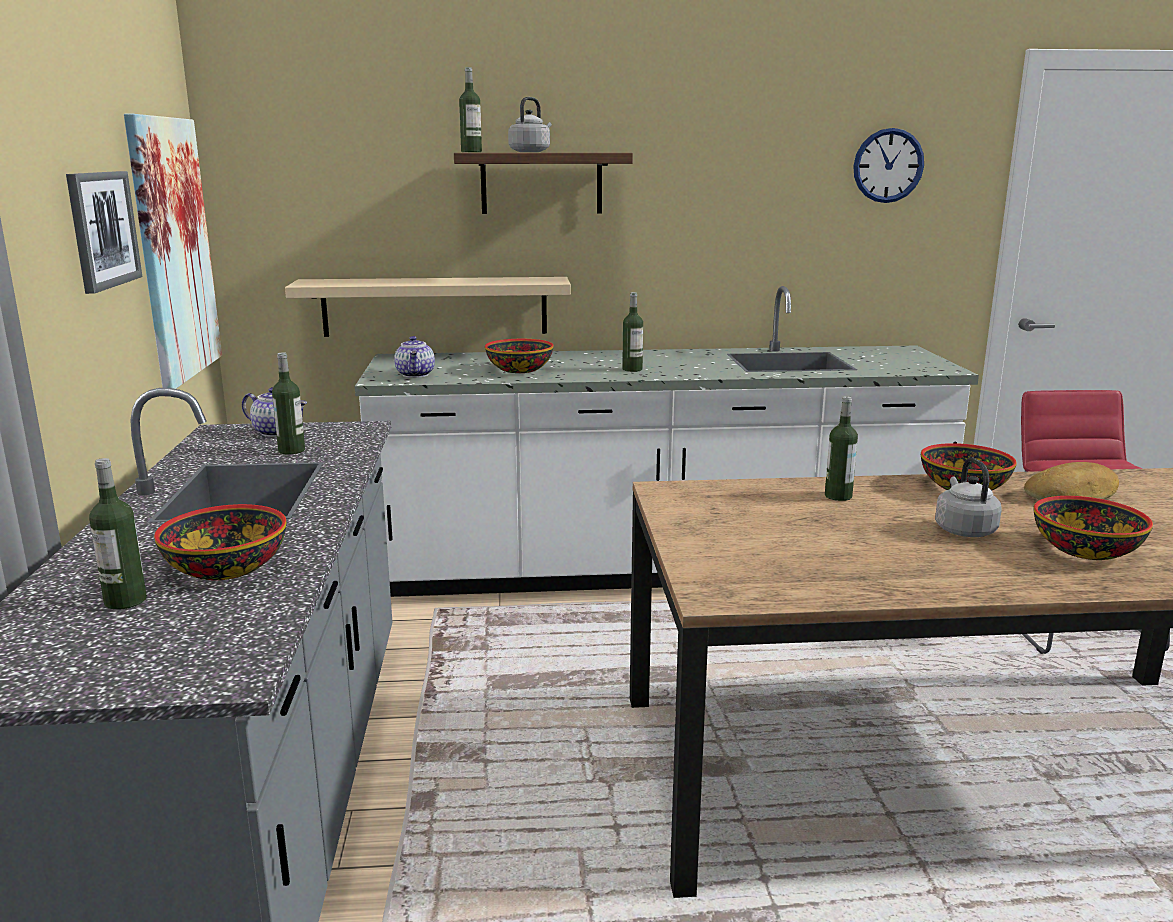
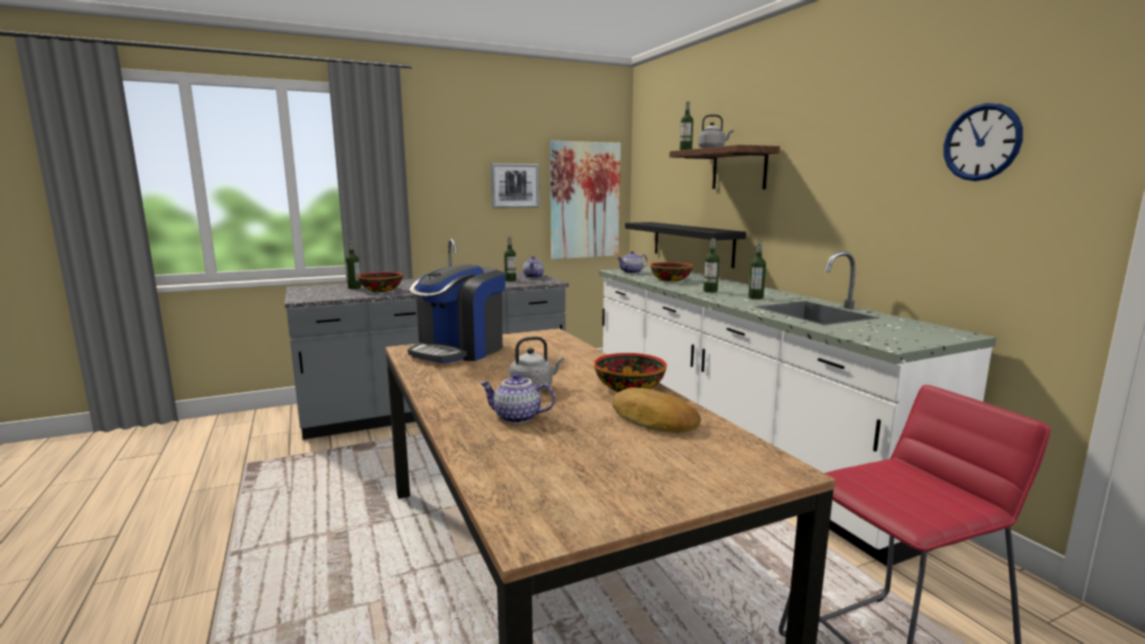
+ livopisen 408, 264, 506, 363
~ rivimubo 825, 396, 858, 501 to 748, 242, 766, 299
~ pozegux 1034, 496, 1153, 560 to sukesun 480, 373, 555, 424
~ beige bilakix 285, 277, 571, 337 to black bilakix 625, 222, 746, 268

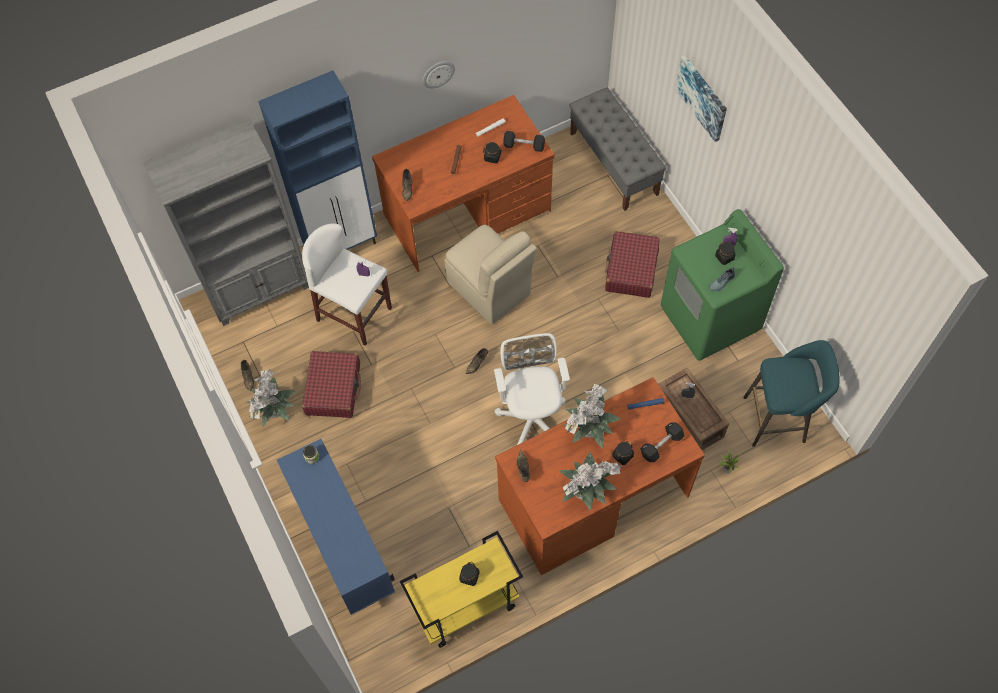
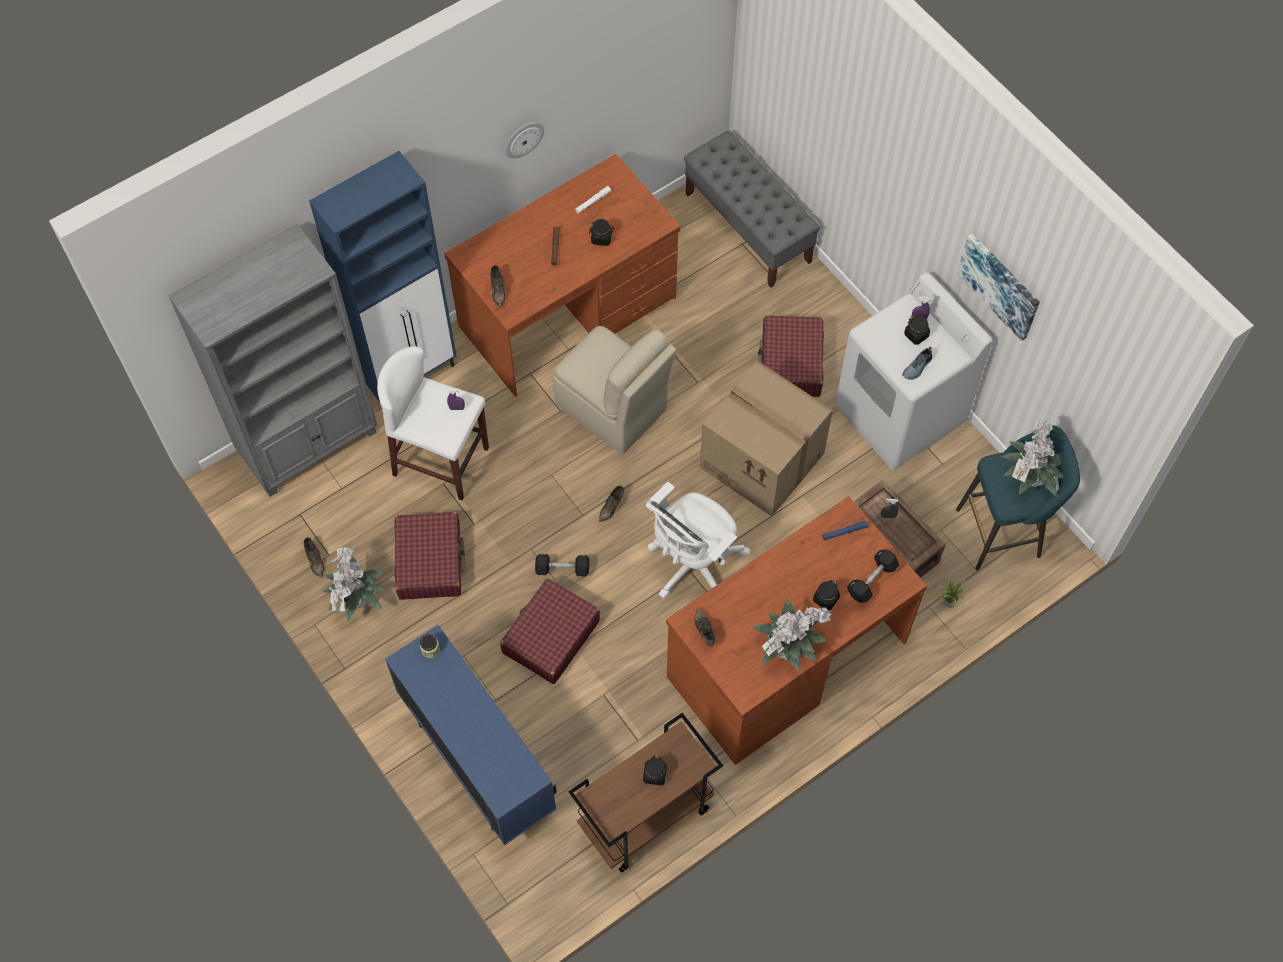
+ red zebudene 500, 578, 600, 684
+ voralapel 700, 361, 833, 516
~ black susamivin 503, 131, 545, 152 to 535, 554, 589, 577
~ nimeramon 563, 384, 621, 449 to 1002, 420, 1063, 496
~ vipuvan 675, 55, 727, 142 to 957, 234, 1040, 341
~ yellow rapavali 400, 531, 523, 648 to brown rapavali 569, 713, 723, 873
~ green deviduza 661, 209, 784, 361 to white deviduza 835, 272, 993, 470
~ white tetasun 494, 333, 570, 445 = 646, 482, 750, 599 120 degrees counterclockwise

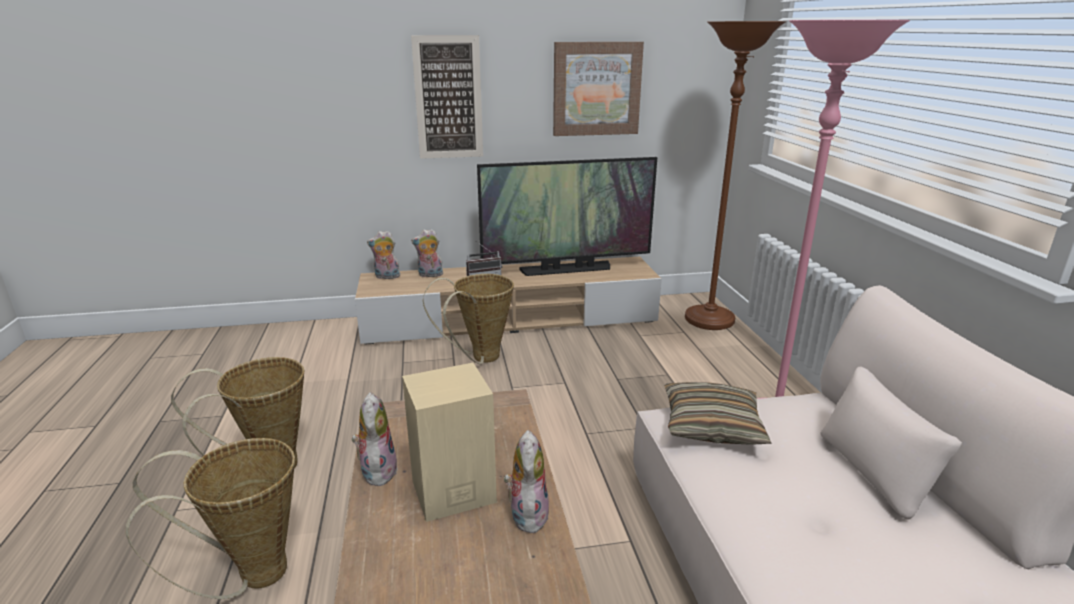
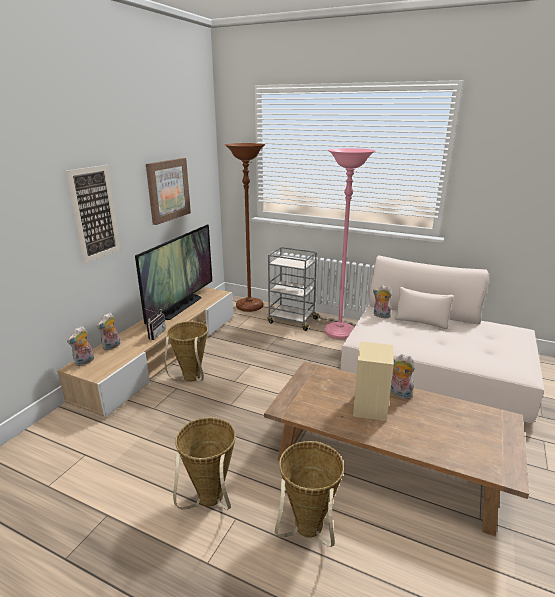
- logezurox 665, 382, 772, 445
+ grey rapavali 267, 247, 320, 331
~ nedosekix 352, 392, 398, 486 to 373, 285, 392, 318

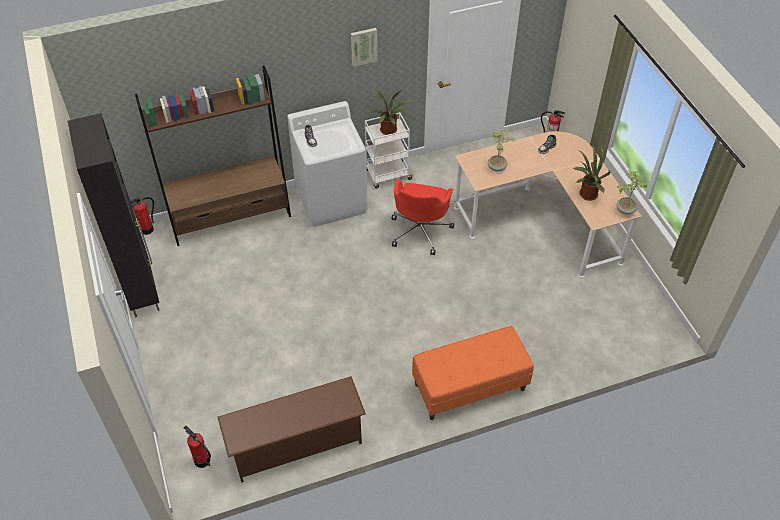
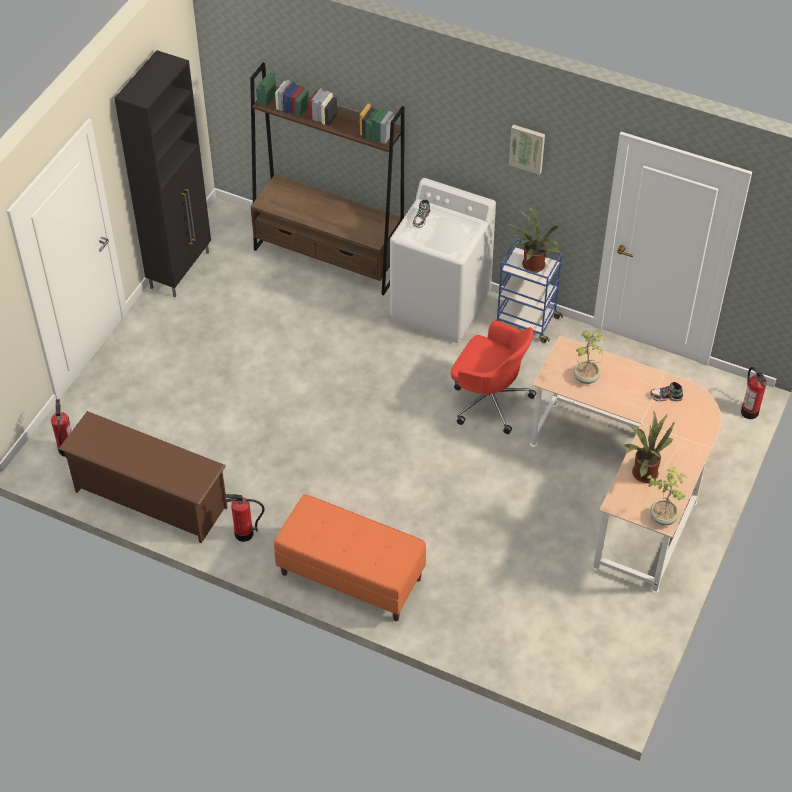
~ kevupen 130, 197, 154, 235 to 225, 494, 265, 542
~ white rapavali 365, 112, 414, 189 to blue rapavali 495, 238, 563, 343
~ red tetasun 391, 179, 454, 255 = 451, 321, 536, 434 120 degrees counterclockwise

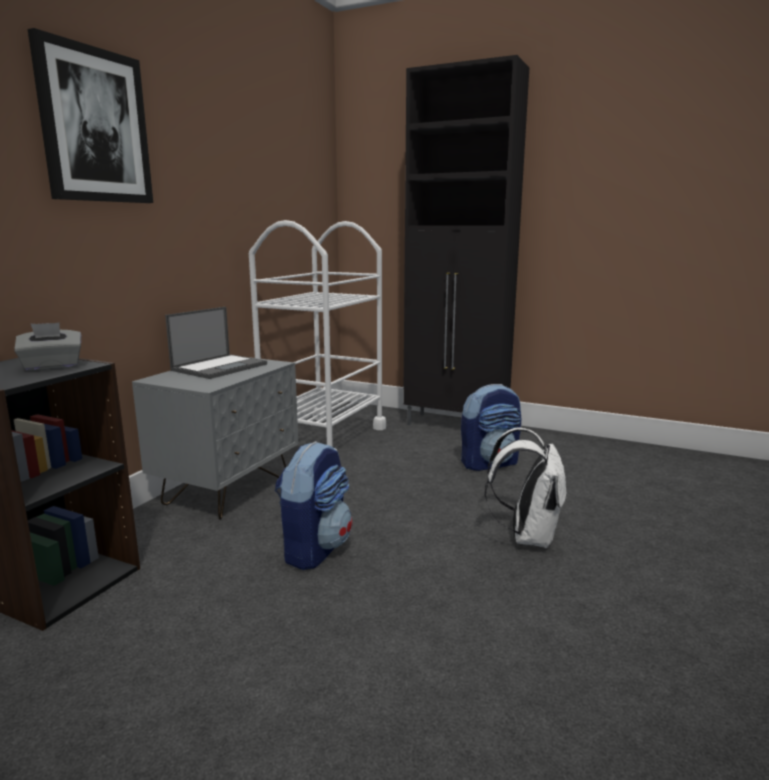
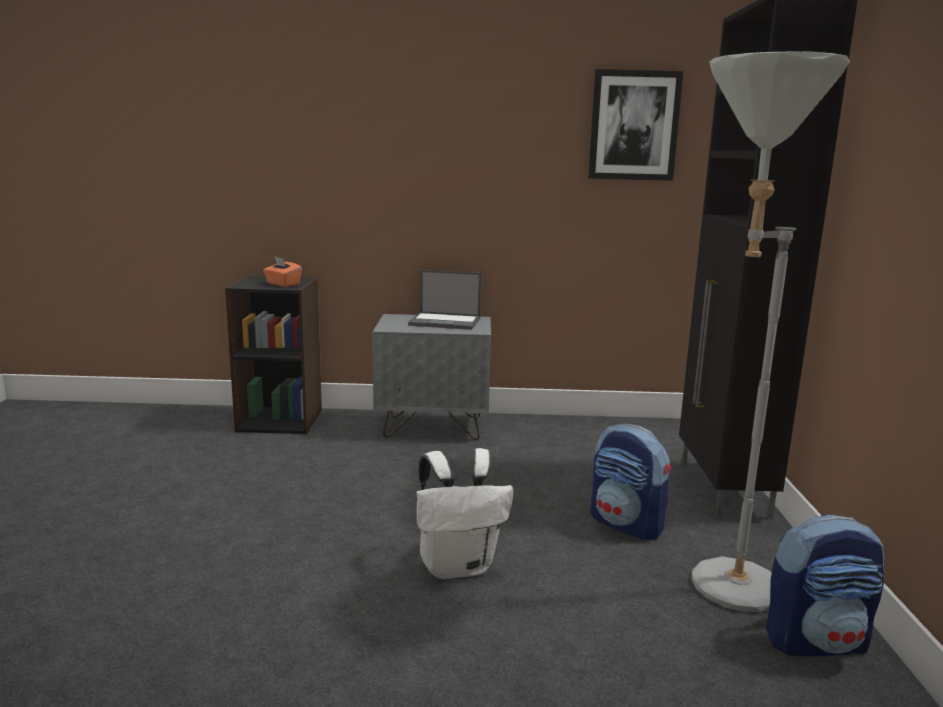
- white rapavali 249, 220, 386, 450
+ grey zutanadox 691, 51, 850, 612
~ vipuvan 28, 28, 153, 203 to 588, 69, 683, 181
~ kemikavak 275, 441, 352, 570 to 766, 514, 884, 656
~ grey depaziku 14, 323, 81, 371 to orange depaziku 263, 256, 302, 287

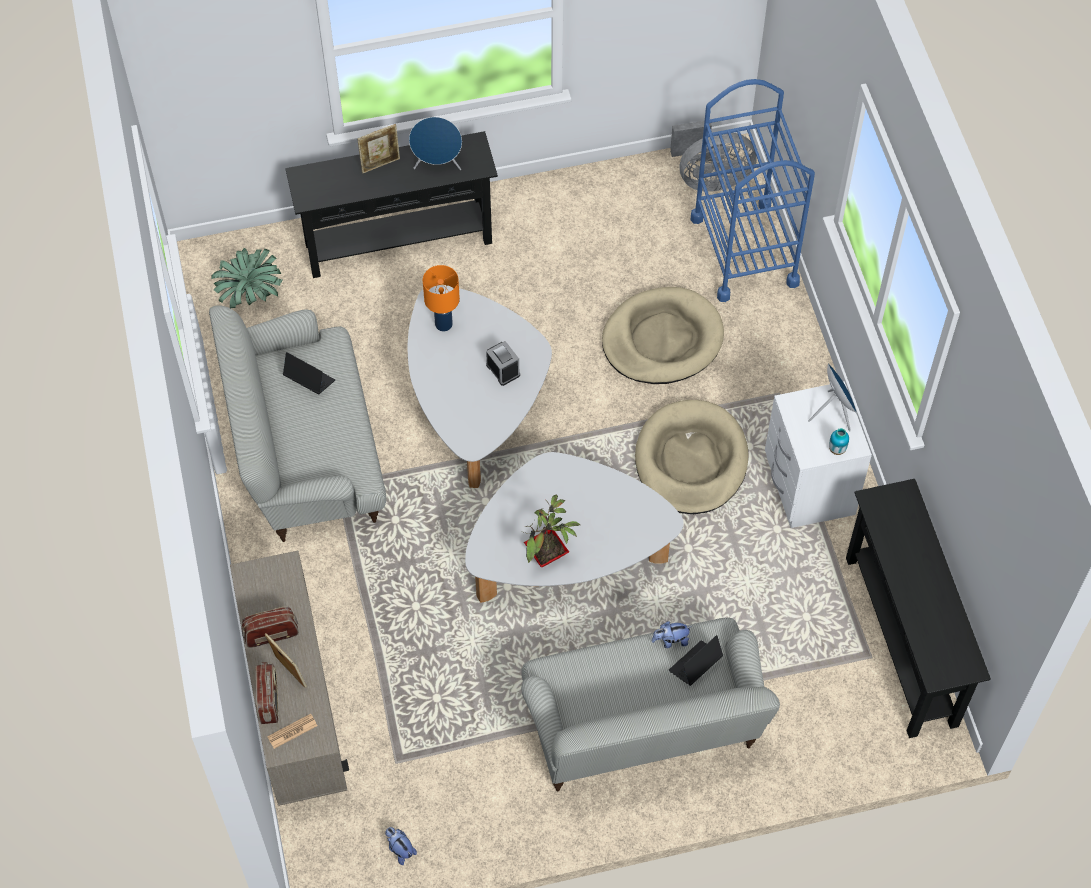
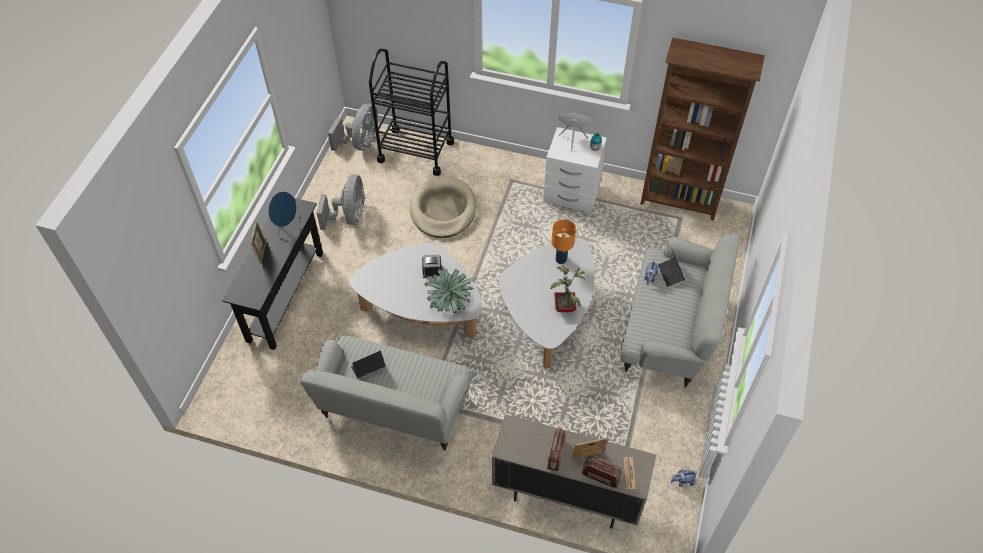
- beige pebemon 635, 400, 749, 514
+ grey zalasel 317, 174, 365, 230
~ nimeramon 211, 248, 282, 308 to 424, 269, 477, 313
~ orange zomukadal 423, 265, 460, 331 to 551, 219, 576, 264
~ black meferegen 846, 479, 991, 738 to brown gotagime 640, 37, 765, 221
~ blue rapavali 691, 79, 815, 302 to black rapavali 369, 49, 454, 176

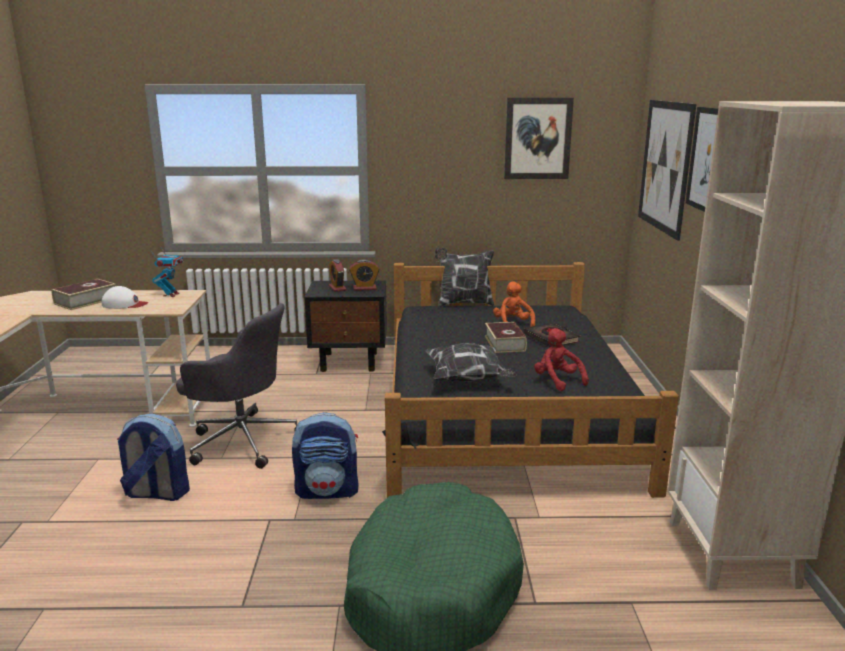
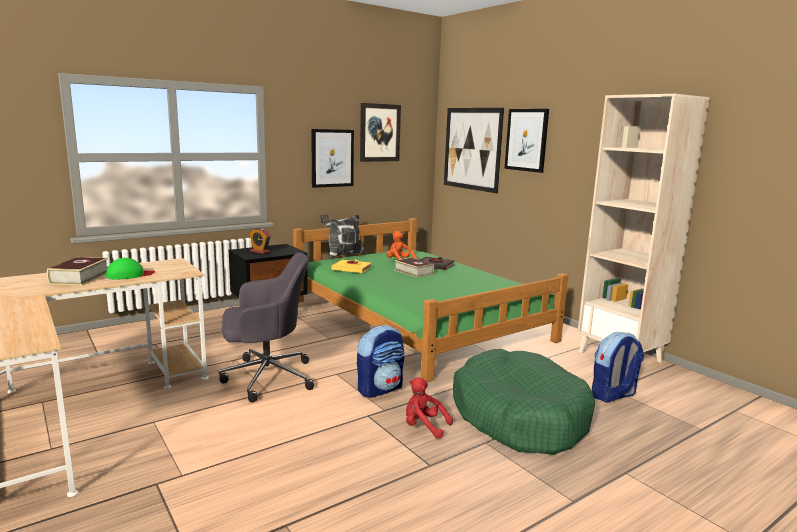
- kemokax 151, 246, 184, 297
- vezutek 349, 260, 380, 291
- logezurox 425, 343, 517, 382
+ vipuvan 311, 129, 354, 188
+ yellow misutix 332, 260, 372, 273
~ kemikavak 117, 414, 190, 501 to 592, 332, 644, 403
~ red nedosekix 534, 328, 589, 391 to 406, 377, 453, 438
~ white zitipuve 102, 286, 148, 309 to green zitipuve 106, 258, 155, 280
~ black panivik 382, 262, 679, 498 to green panivik 293, 218, 568, 382

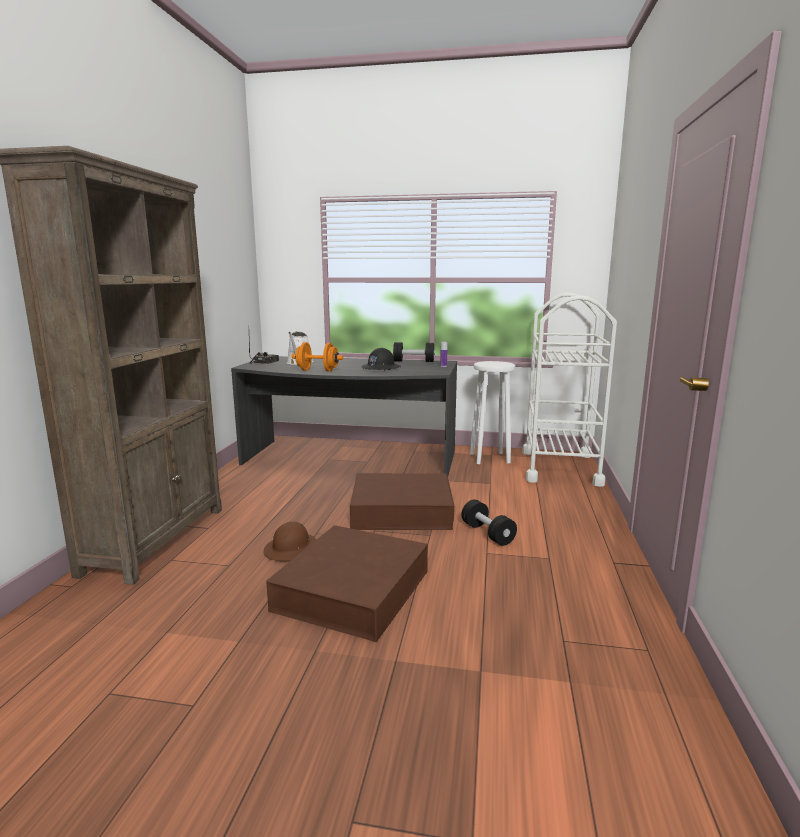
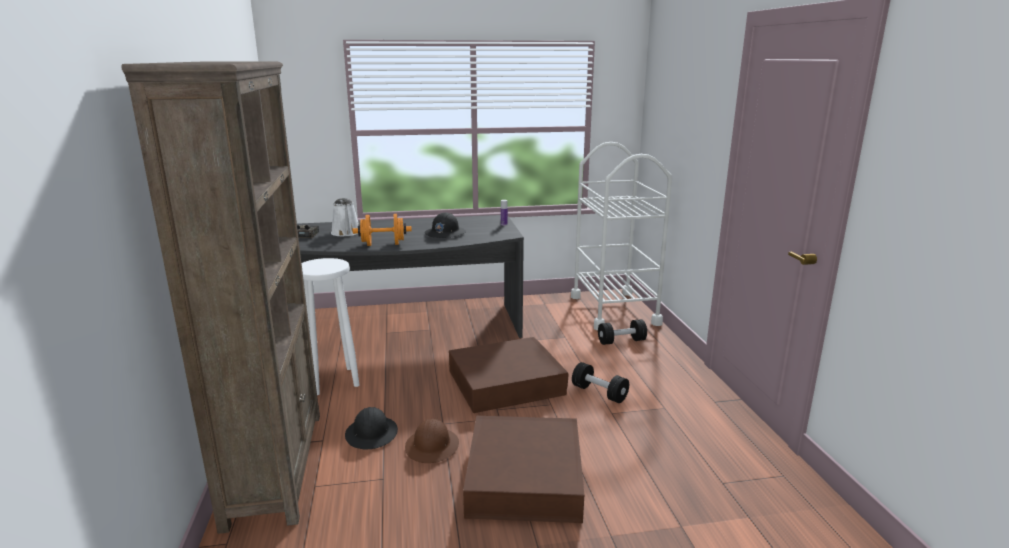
+ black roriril 345, 407, 398, 450
~ black susamivin 393, 342, 435, 362 to 598, 319, 647, 345
~ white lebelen 470, 361, 515, 464 to 302, 258, 359, 395

